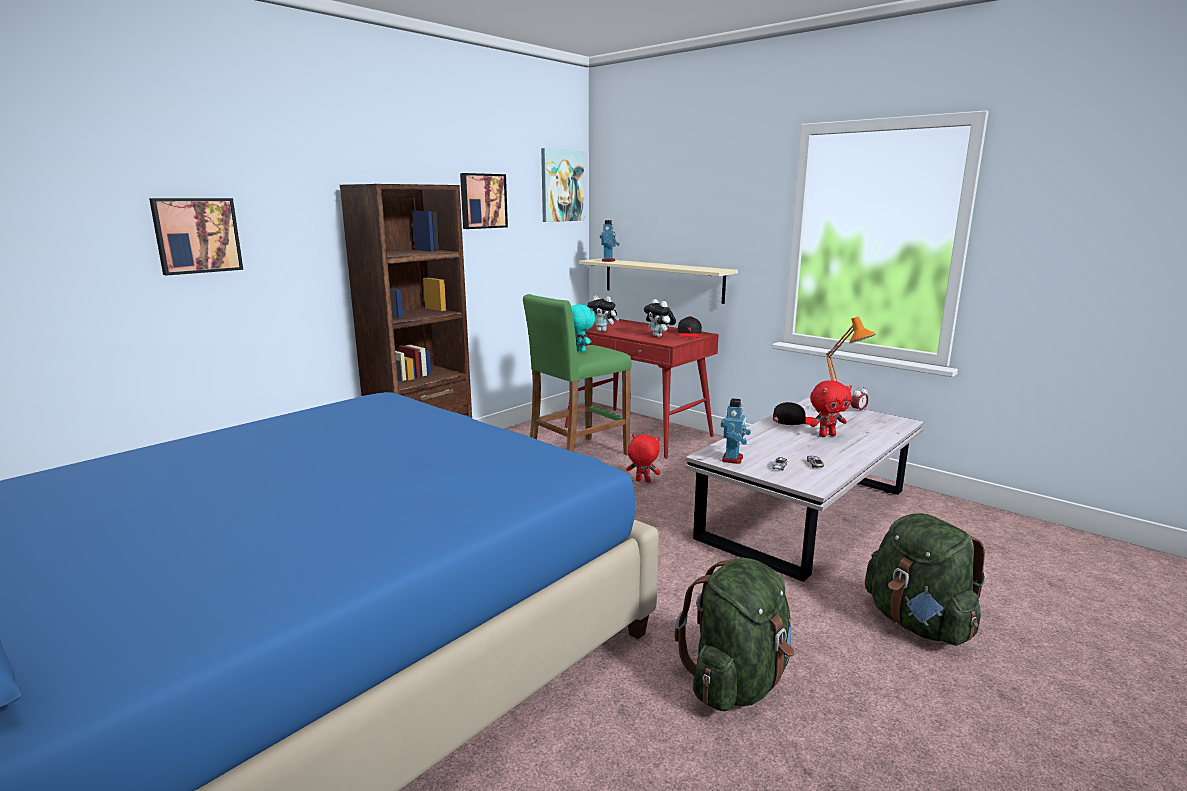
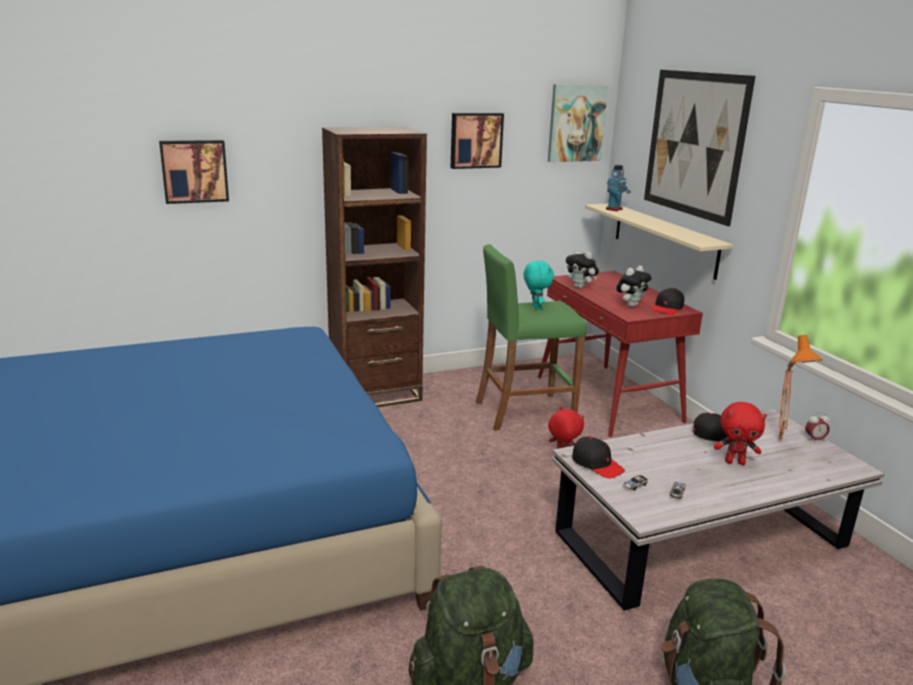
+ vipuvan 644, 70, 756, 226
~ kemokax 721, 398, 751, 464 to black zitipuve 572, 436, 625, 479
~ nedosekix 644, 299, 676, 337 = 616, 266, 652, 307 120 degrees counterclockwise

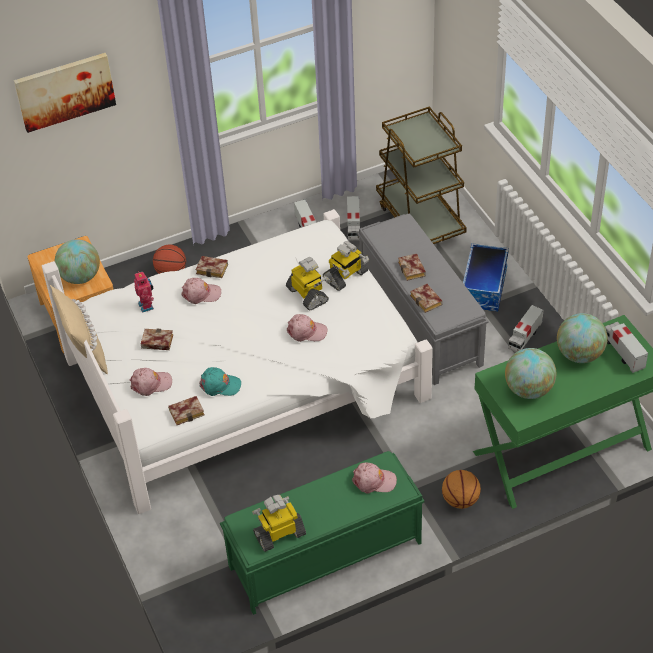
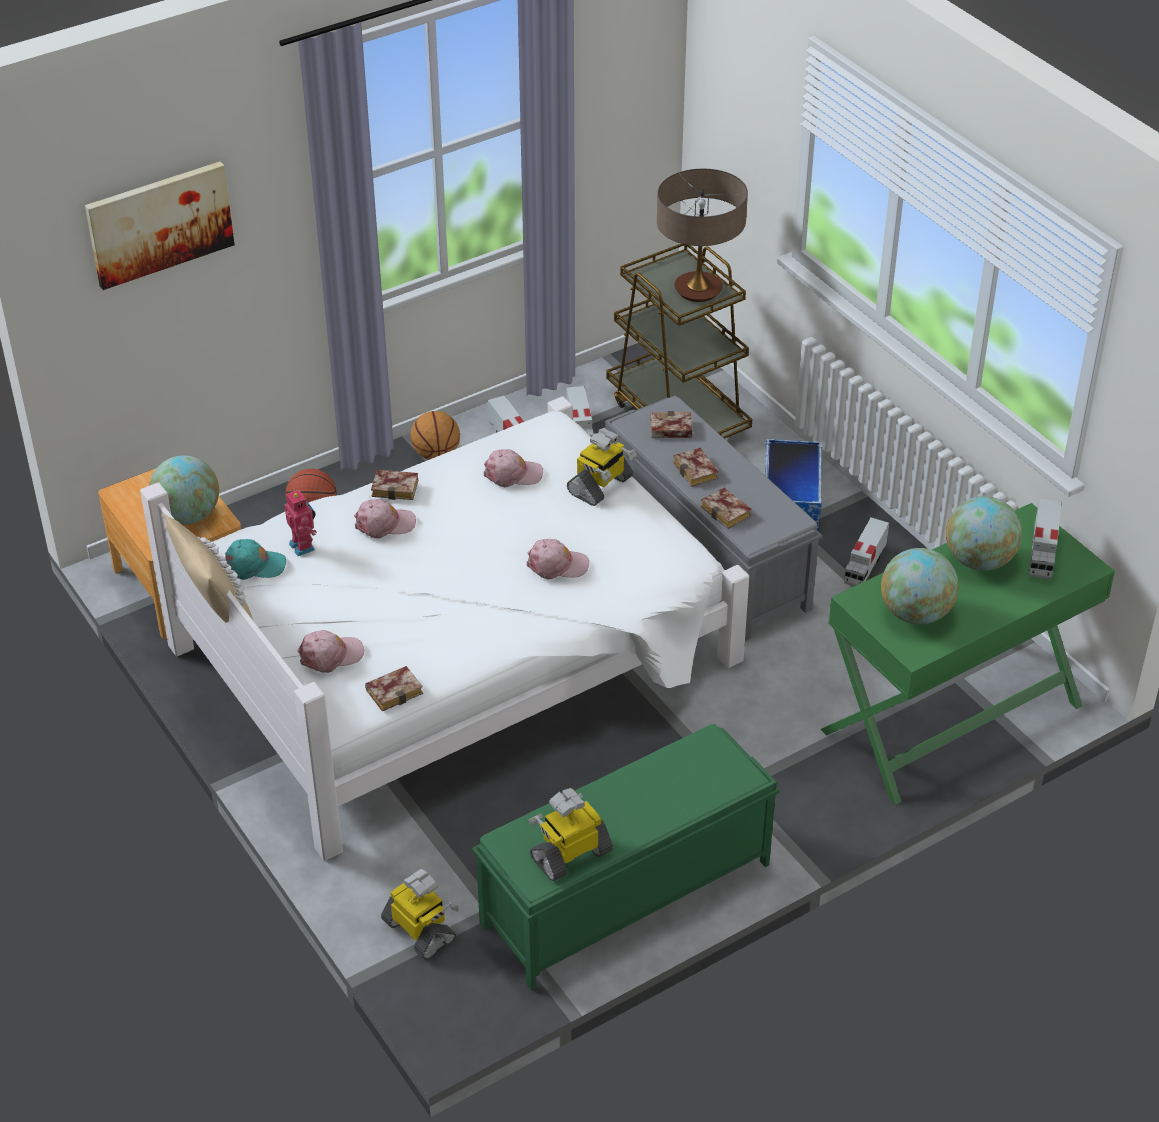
+ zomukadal 657, 169, 748, 302
~ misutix 141, 329, 173, 350 to 650, 411, 692, 438
~ turquoise zitipuve 199, 367, 241, 396 to 225, 539, 286, 580
~ kemokax 286, 257, 331, 310 to 381, 869, 459, 960
~ pink zitipuve 352, 462, 397, 493 to 484, 449, 543, 487
~ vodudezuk 442, 470, 481, 509 to 410, 411, 460, 460
~ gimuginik 605, 322, 648, 373 = 1028, 499, 1062, 580 135 degrees counterclockwise

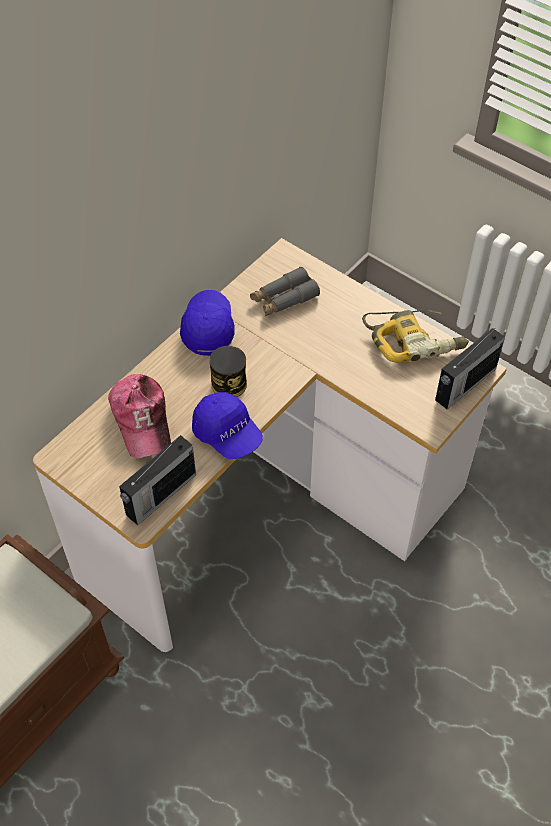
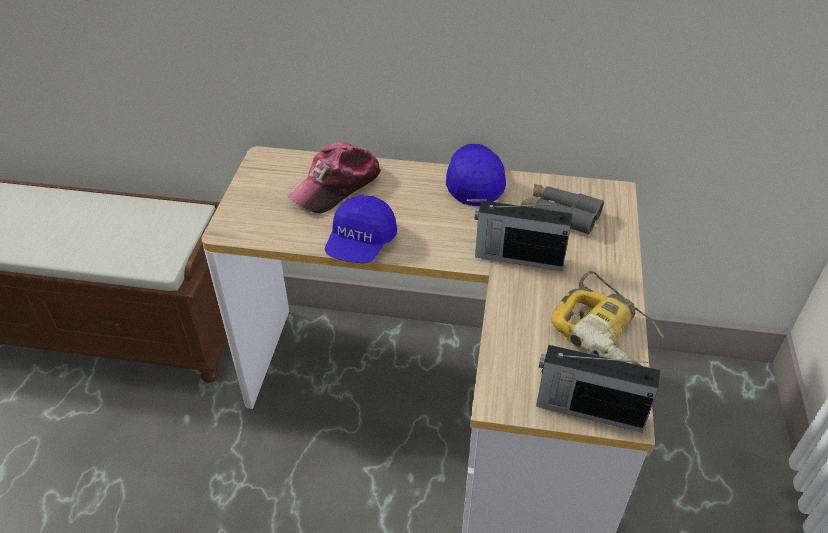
- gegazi 210, 346, 247, 397
~ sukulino 119, 435, 196, 525 to 475, 200, 572, 271
~ blue zitipuve 180, 290, 235, 356 = 446, 143, 506, 206 60 degrees counterclockwise

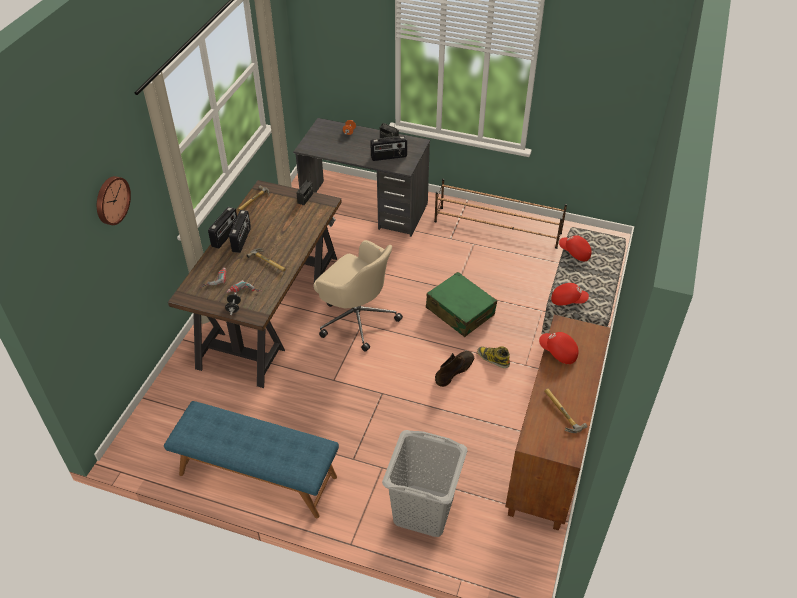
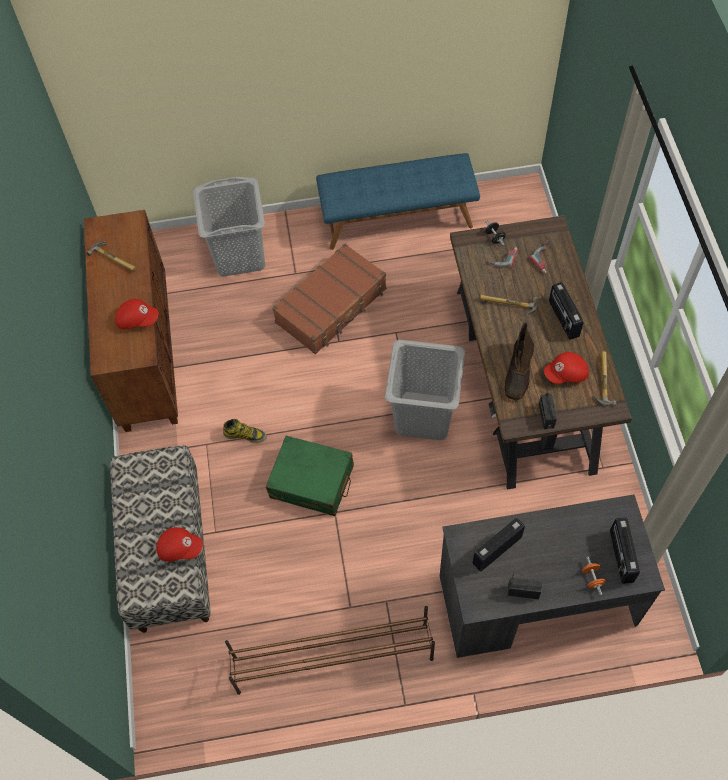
- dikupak 97, 176, 131, 225
+ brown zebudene 272, 243, 386, 354
~ sukulino 208, 207, 237, 249 to 610, 518, 640, 584
~ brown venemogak 435, 351, 474, 387 to 505, 322, 534, 400
~ red zitipuve 551, 283, 589, 306 to 544, 352, 589, 384
~ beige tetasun 313, 240, 403, 352 to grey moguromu 385, 340, 465, 440

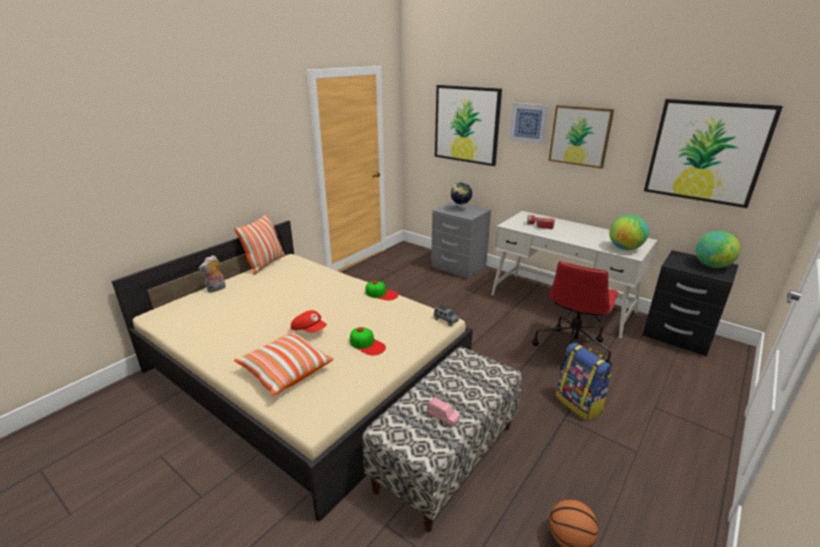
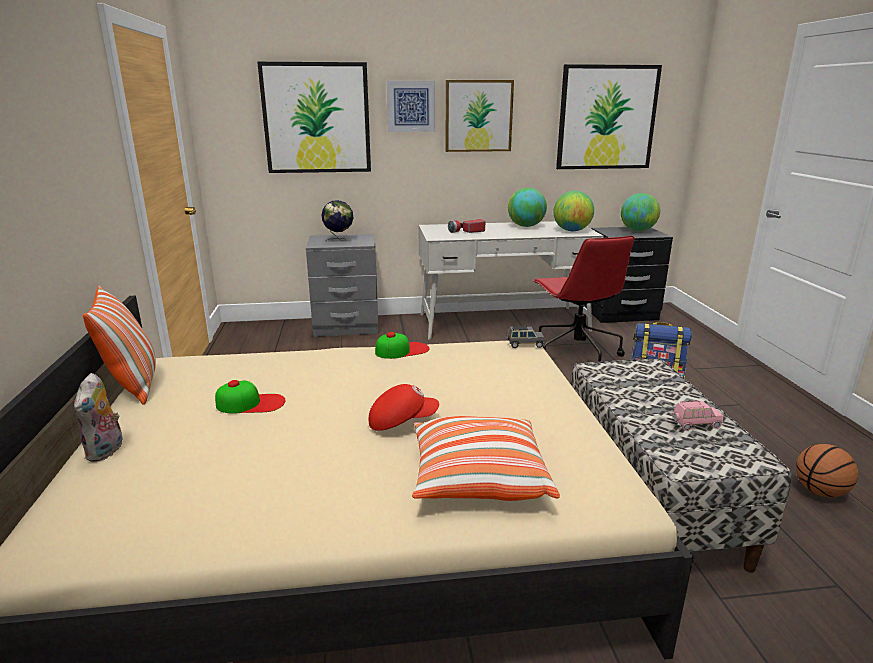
+ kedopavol 508, 188, 547, 227
~ zitipuve 350, 327, 386, 356 to 215, 380, 286, 414

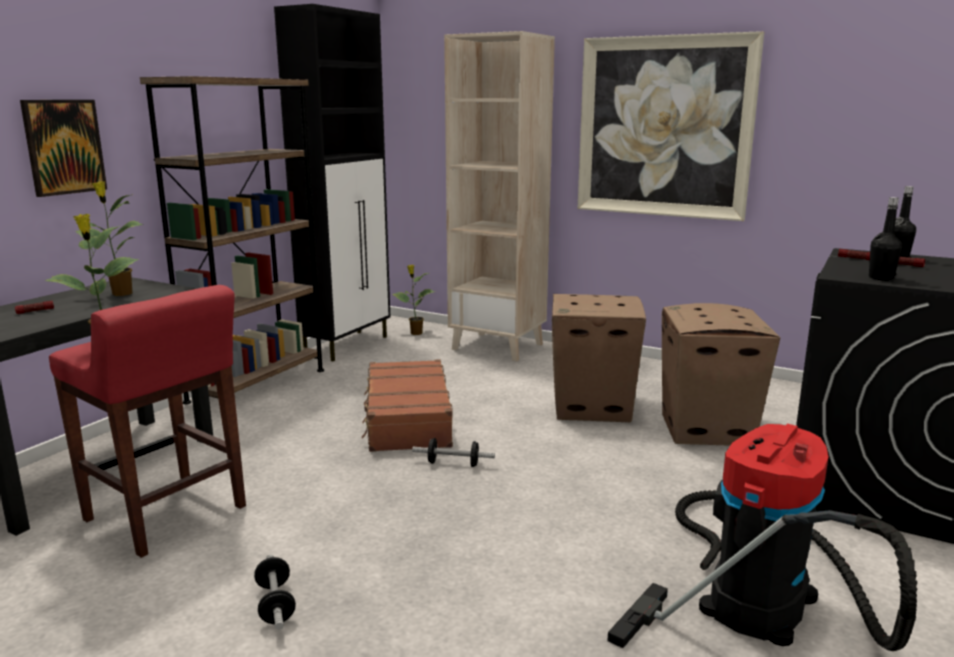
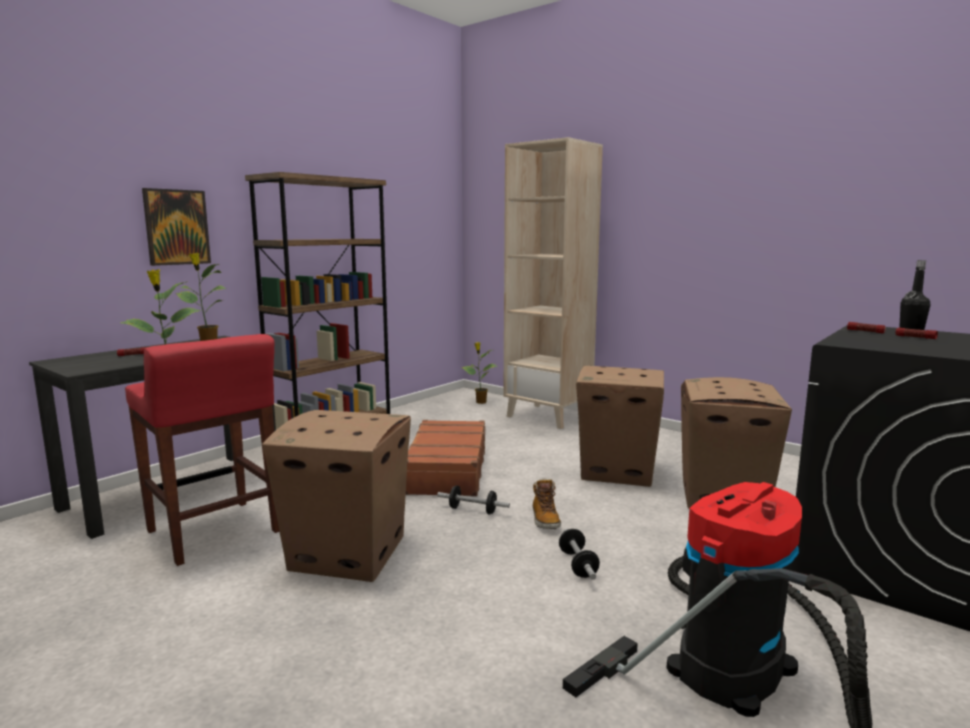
- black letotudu 274, 4, 390, 361
- vipuvan 578, 31, 764, 221
- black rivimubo 869, 197, 902, 280
+ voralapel 262, 410, 411, 582
+ venemogak 533, 479, 561, 529
~ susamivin 254, 555, 296, 630 to 559, 529, 600, 580

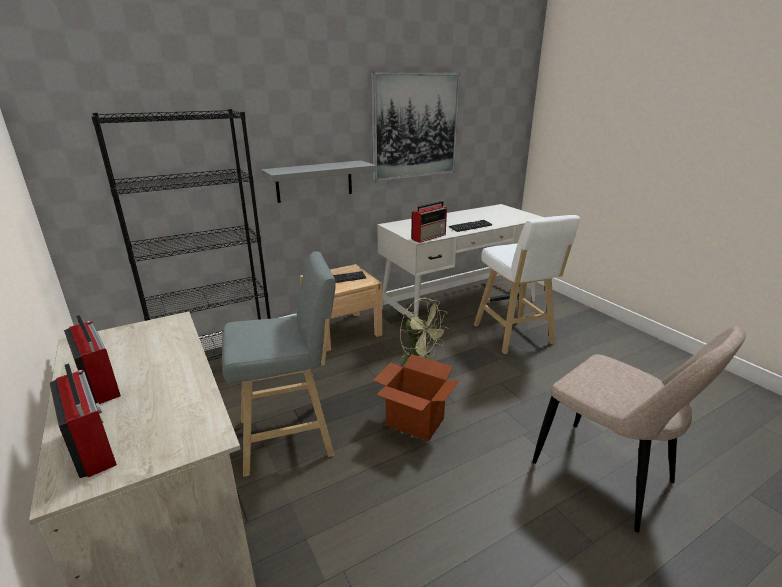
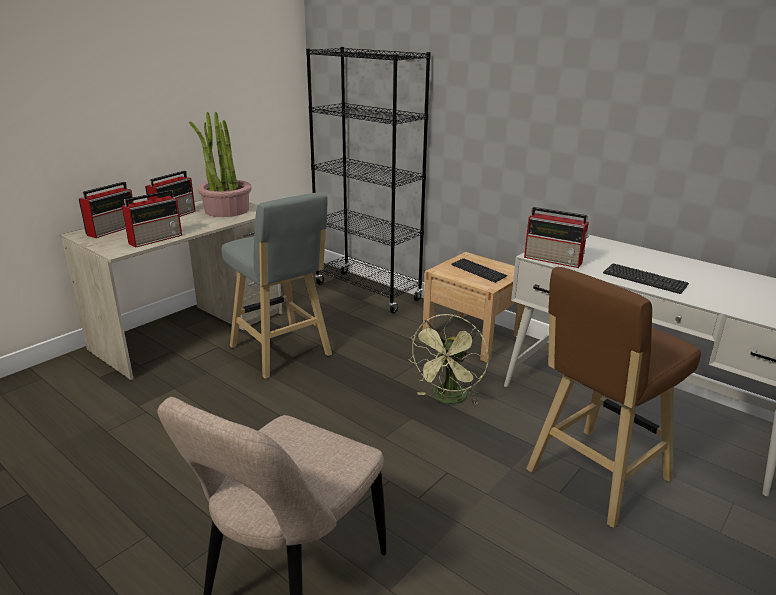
- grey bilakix 261, 160, 377, 203
- vipuvan 371, 72, 460, 182
- voralapel 373, 354, 459, 441
+ sukulino 122, 190, 182, 248
+ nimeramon 189, 112, 252, 217
~ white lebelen 474, 215, 580, 354 to brown lebelen 526, 267, 701, 528

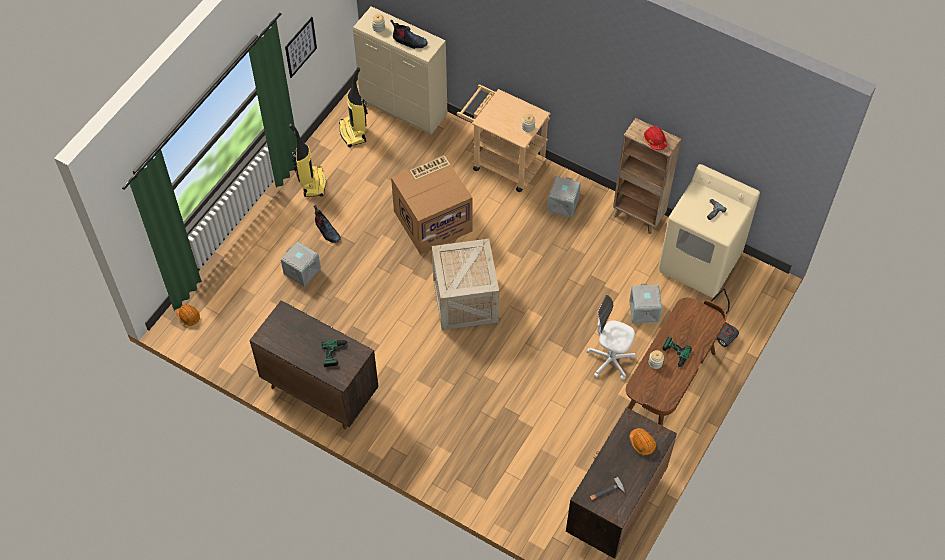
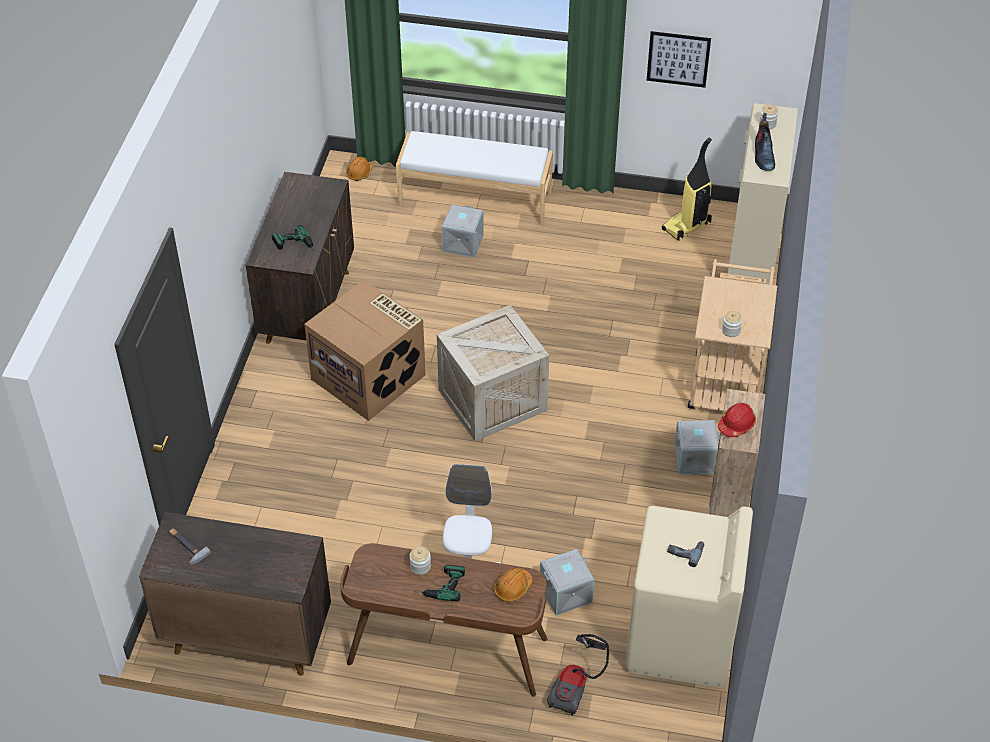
- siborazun 289, 124, 326, 197
- venemogak 314, 205, 341, 243
+ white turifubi 396, 131, 553, 225
~ voralapel 391, 155, 472, 254 to 304, 280, 426, 421
~ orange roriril 629, 428, 656, 455 to 494, 568, 533, 602

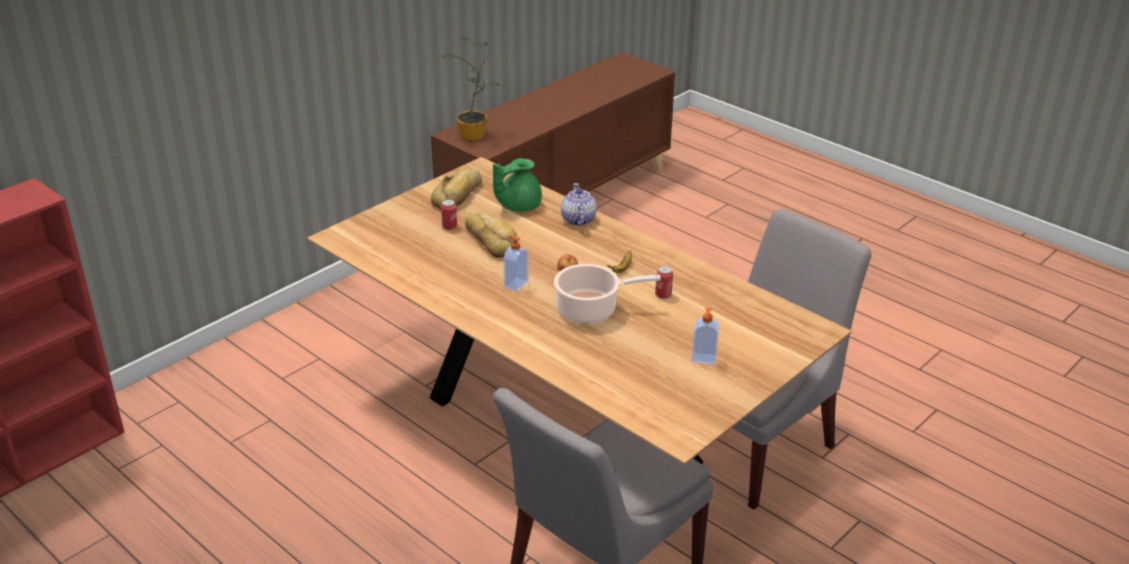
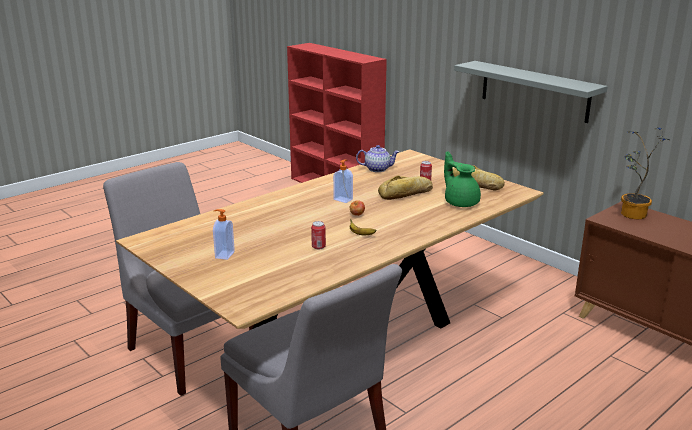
- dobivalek 554, 264, 661, 324
+ grey bilakix 454, 61, 608, 123
~ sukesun 561, 183, 597, 226 to 356, 145, 399, 172

